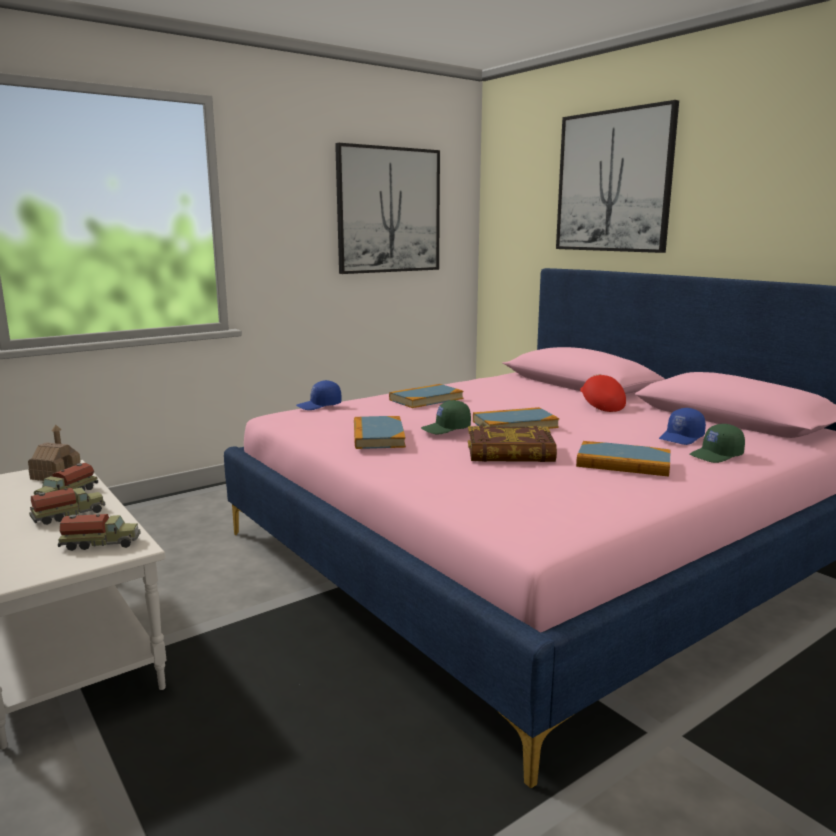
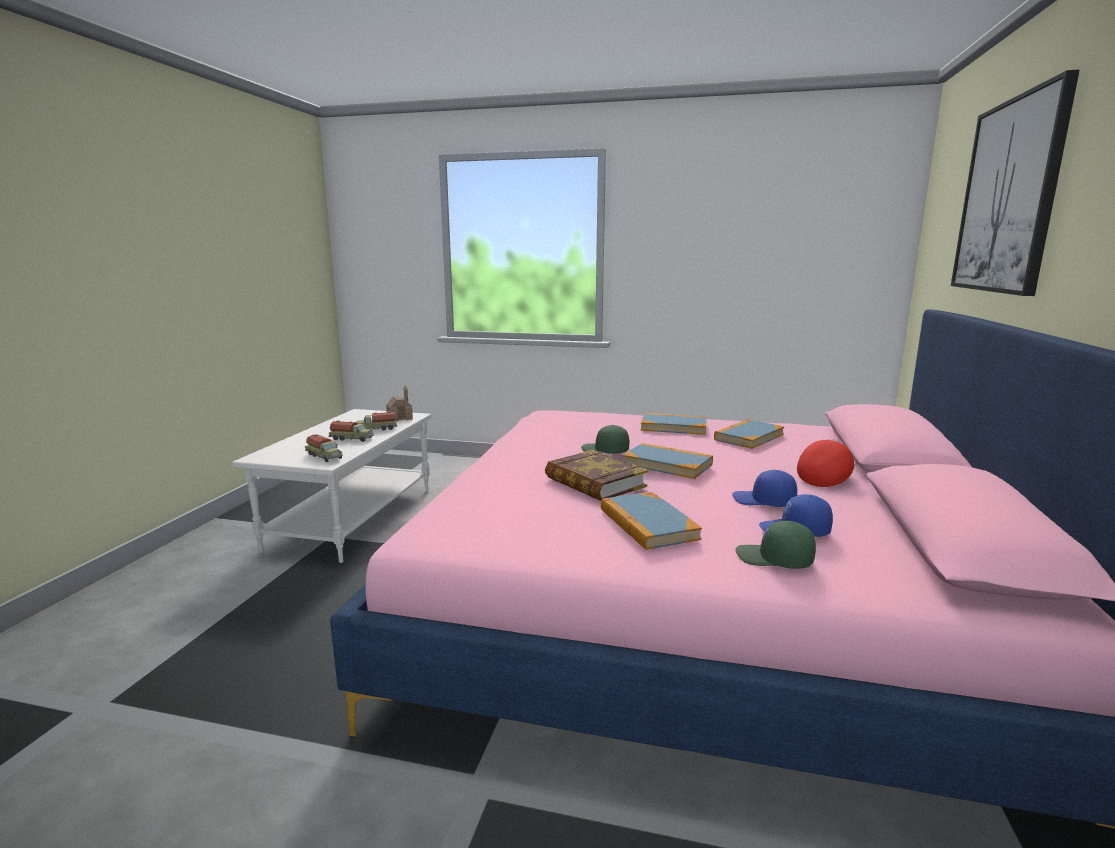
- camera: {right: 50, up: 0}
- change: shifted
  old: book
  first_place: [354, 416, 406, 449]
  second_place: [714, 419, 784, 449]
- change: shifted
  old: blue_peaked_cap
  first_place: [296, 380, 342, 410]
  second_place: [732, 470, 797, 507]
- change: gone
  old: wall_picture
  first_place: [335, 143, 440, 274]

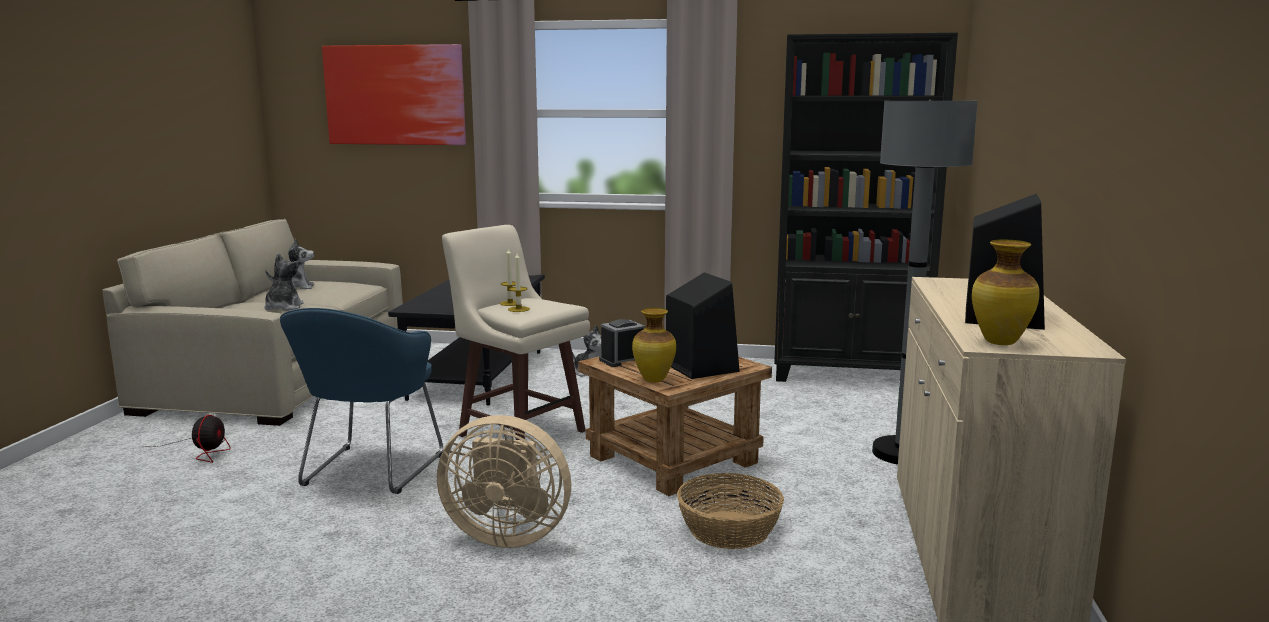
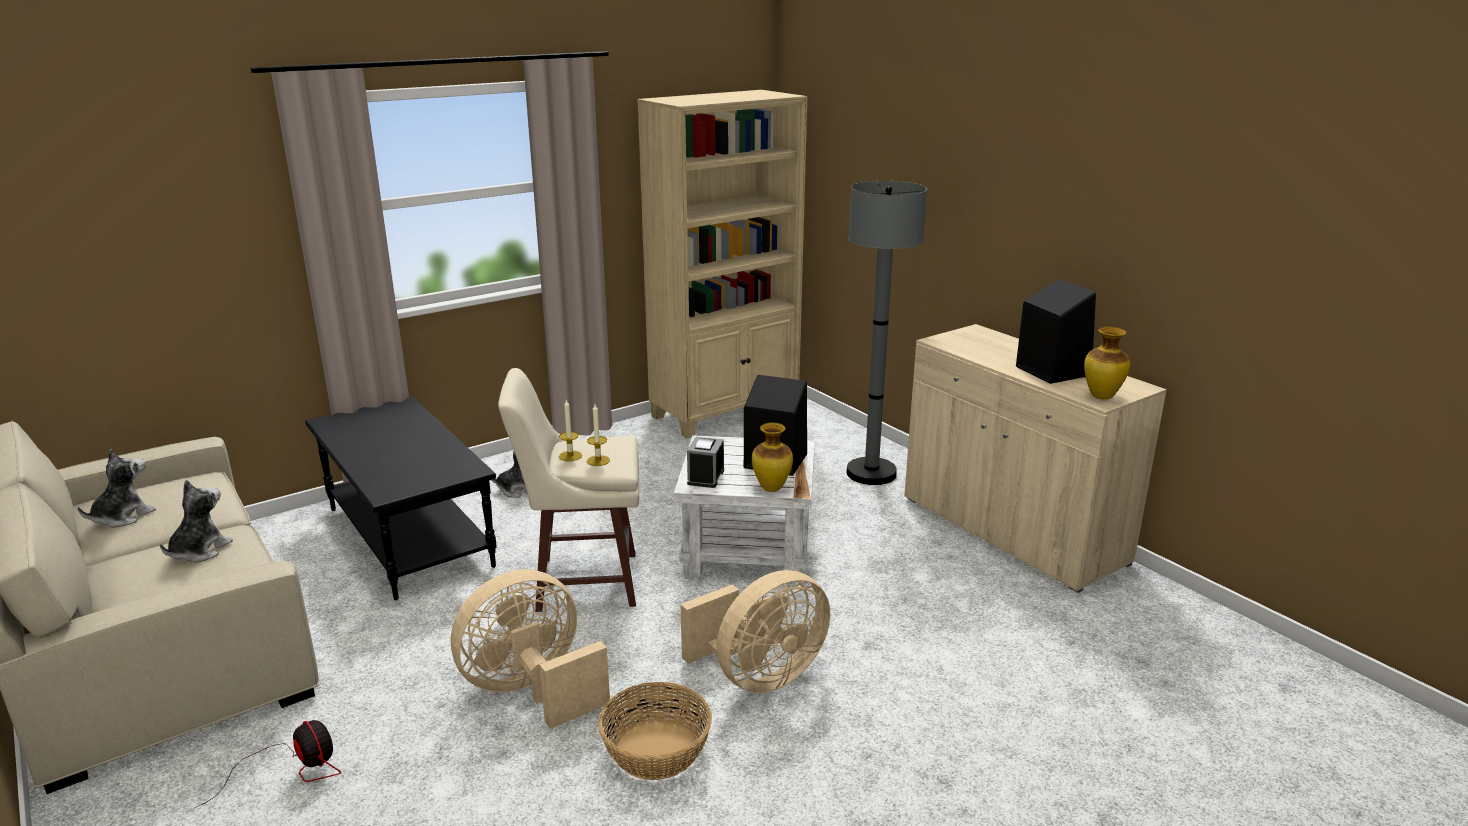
- camera: {right: -45, up: 10}
- change: rotated
  old: plush_toy
  first_place: [265, 253, 304, 311]
  second_place: [160, 480, 233, 563]
  degrees: 60
- change: swapped
  old: blue_easy_chair
  new: sand-coloured_fan
  first_place: [280, 308, 443, 494]
  second_place: [451, 569, 610, 729]
- change: shifted
  old: storage_basket
  first_place: [677, 473, 784, 549]
  second_place: [598, 682, 712, 780]
- change: repainted
  old: black_bookcase
  new: sand-coloured_bookcase
  first_place: [774, 33, 958, 382]
  second_place: [637, 90, 807, 439]
- change: repainted
  old: brown-coloured_end_table
  new: white-coloured_end_table
  first_place: [578, 357, 772, 496]
  second_place: [674, 435, 815, 582]
- change: gone
  old: wall_picture
  first_place: [322, 44, 466, 145]

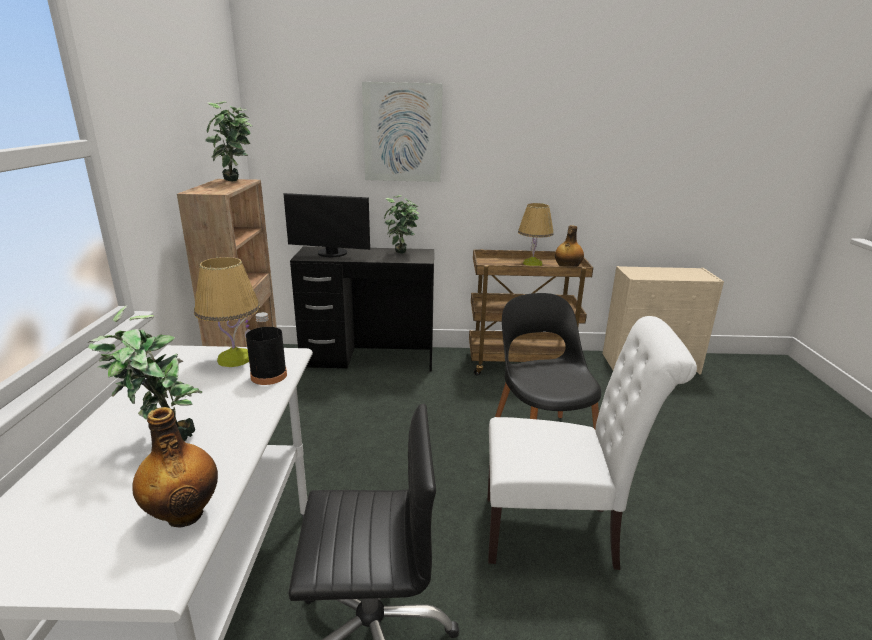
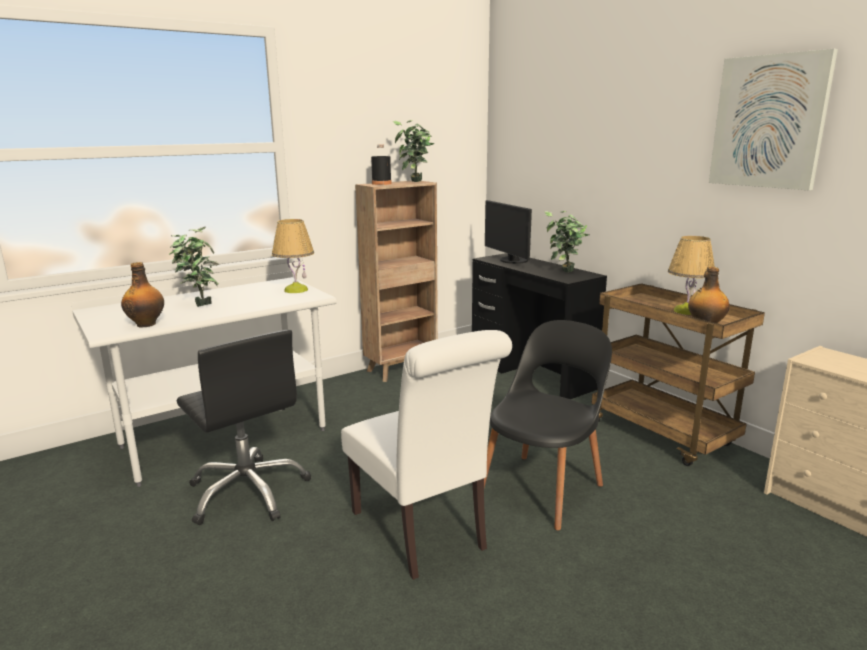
- camera: {right: 55, up: -5}
- change: shifted
  old: black_bottle
  first_place: [246, 312, 287, 385]
  second_place: [371, 144, 392, 185]
- change: shifted
  old: wall_picture
  first_place: [362, 82, 443, 182]
  second_place: [709, 49, 838, 190]

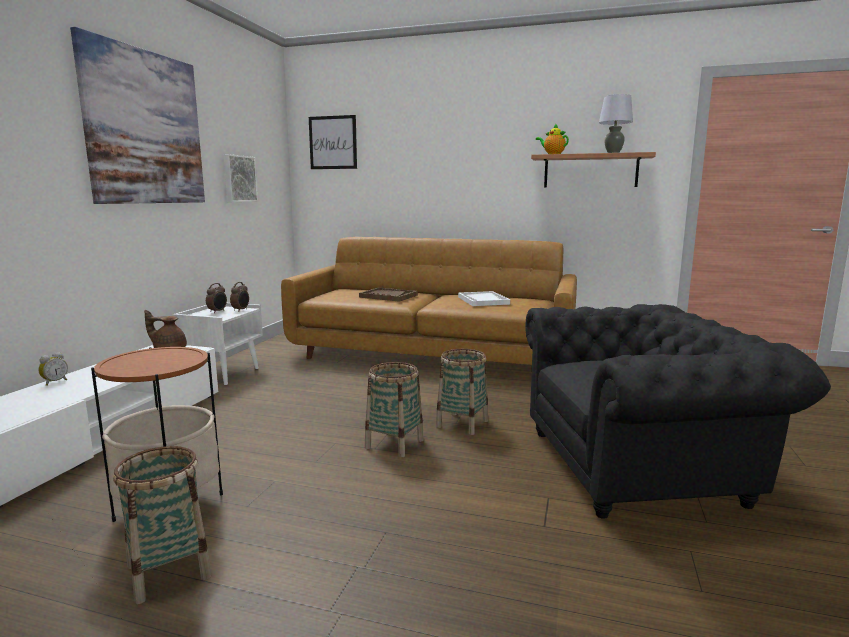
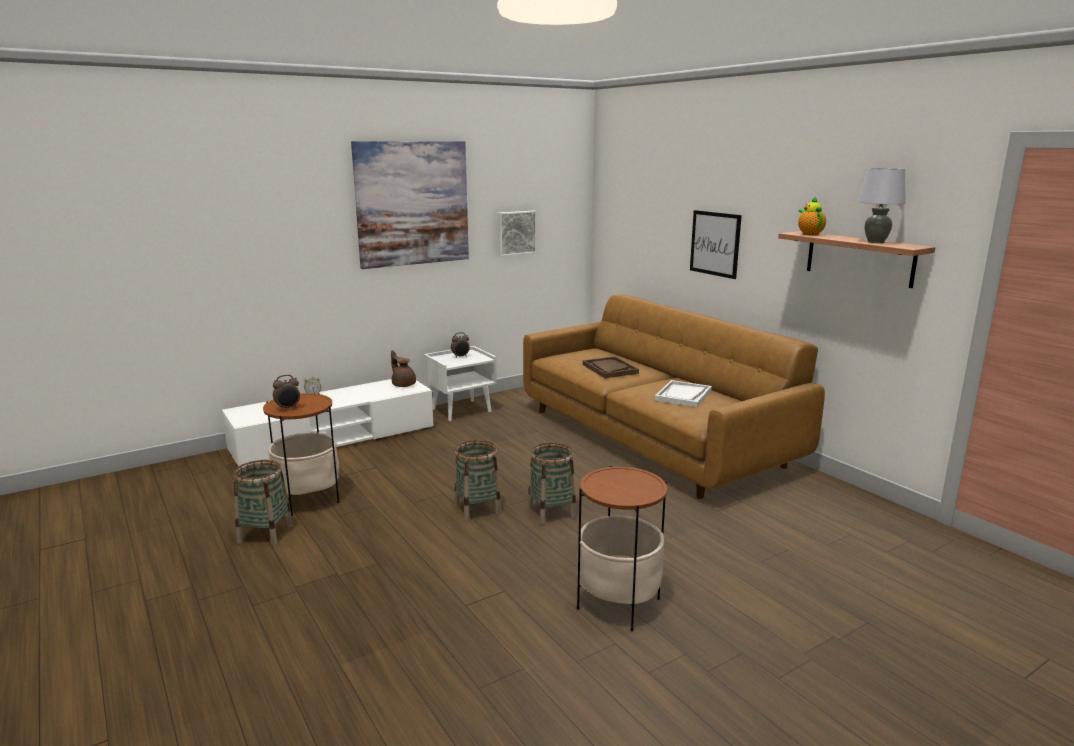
- camera: {right: 40, up: 5}
- change: shifted
  old: bedside_clock
  first_place: [230, 282, 249, 311]
  second_place: [273, 375, 300, 411]
- change: swapped
  old: black_easy_chair
  new: end_table
  first_place: [525, 304, 831, 519]
  second_place: [577, 466, 667, 631]
- change: shifted
  old: wall_picture
  first_place: [309, 115, 357, 169]
  second_place: [690, 210, 742, 279]

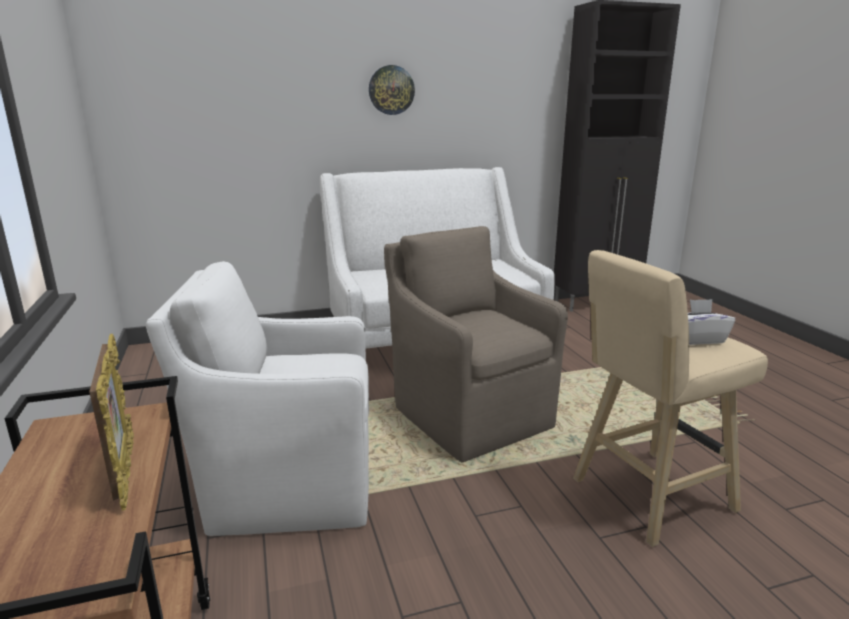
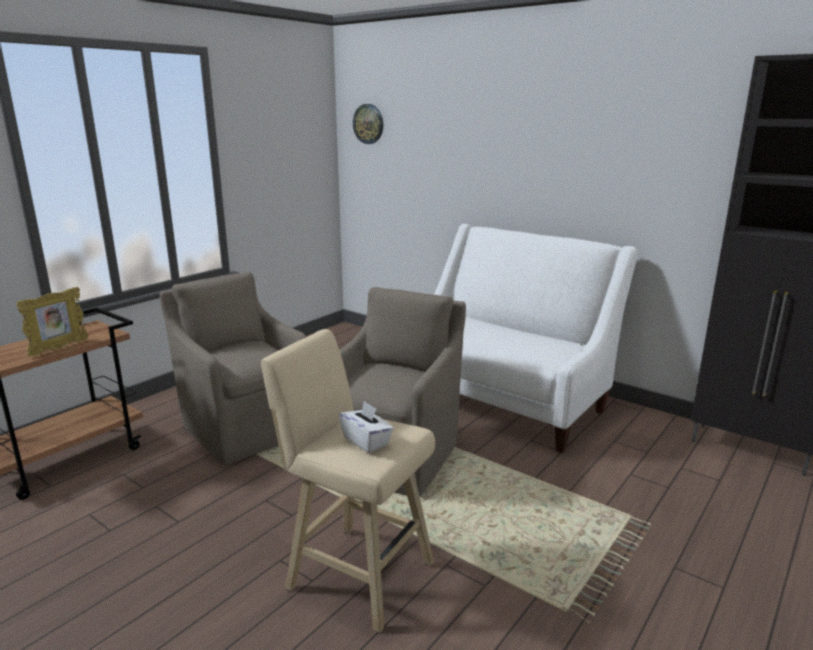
- camera: {right: 55, up: 0}
- change: repainted
  old: white-coloured_easy_chair
  new: brown-coloured_easy_chair
  first_place: [146, 261, 369, 536]
  second_place: [160, 272, 307, 465]
- change: shifted
  old: wall_clock
  first_place: [369, 65, 415, 115]
  second_place: [353, 104, 383, 144]

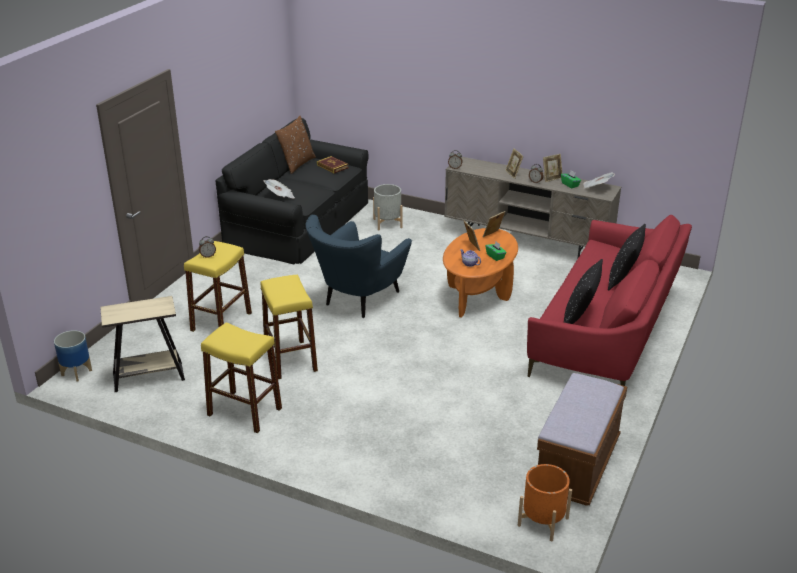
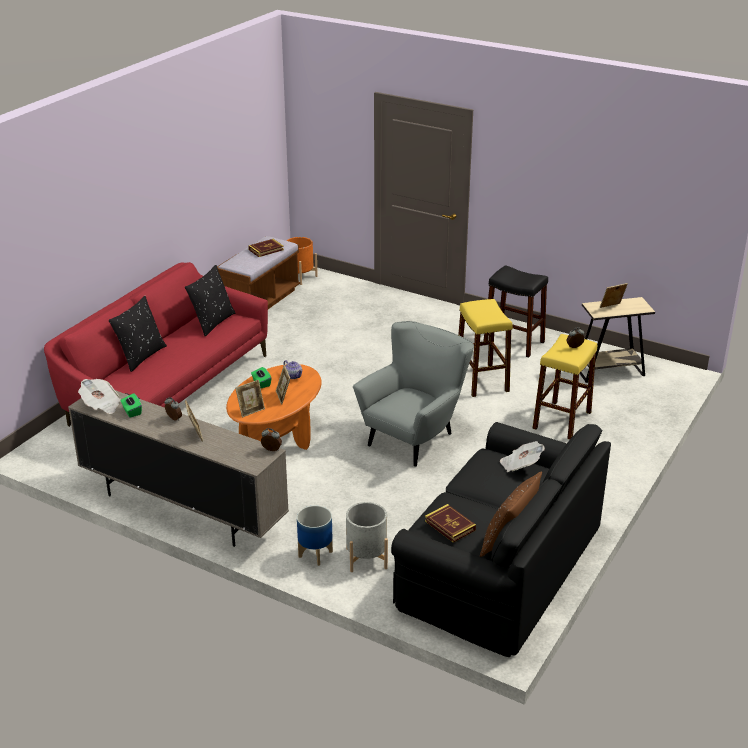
- camera: {right: -175, up: 0}
- change: new
  new: book
  second_place: [248, 239, 284, 257]
- change: shifted
  old: plant_pot
  first_place: [54, 330, 92, 382]
  second_place: [297, 506, 333, 566]
- change: repainted
  old: blue_easy_chair
  new: gray_easy_chair
  first_place: [306, 215, 412, 318]
  second_place: [353, 321, 474, 467]
- change: repainted
  old: yellow-coloured_sitting_stool
  new: black_sitting_stool
  first_place: [201, 322, 282, 433]
  second_place: [483, 265, 548, 357]
- change: shifted
  old: photo_frame
  first_place: [543, 154, 563, 182]
  second_place: [600, 283, 628, 308]

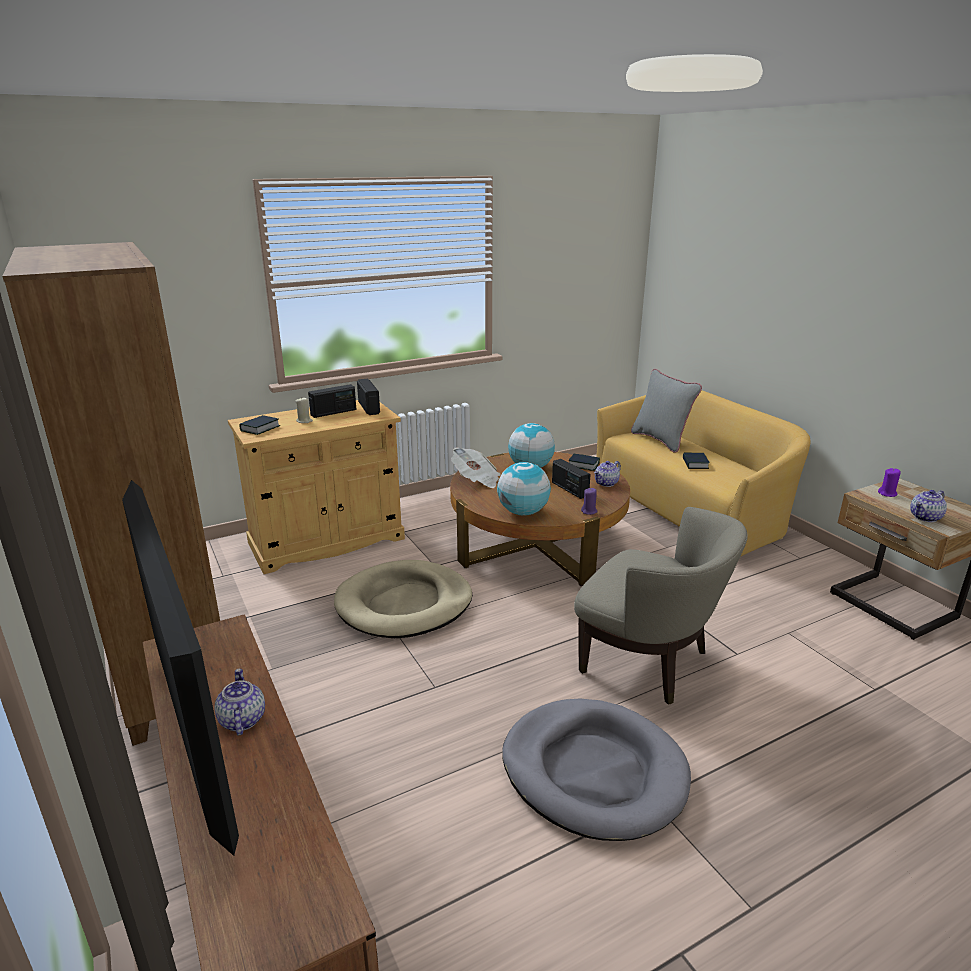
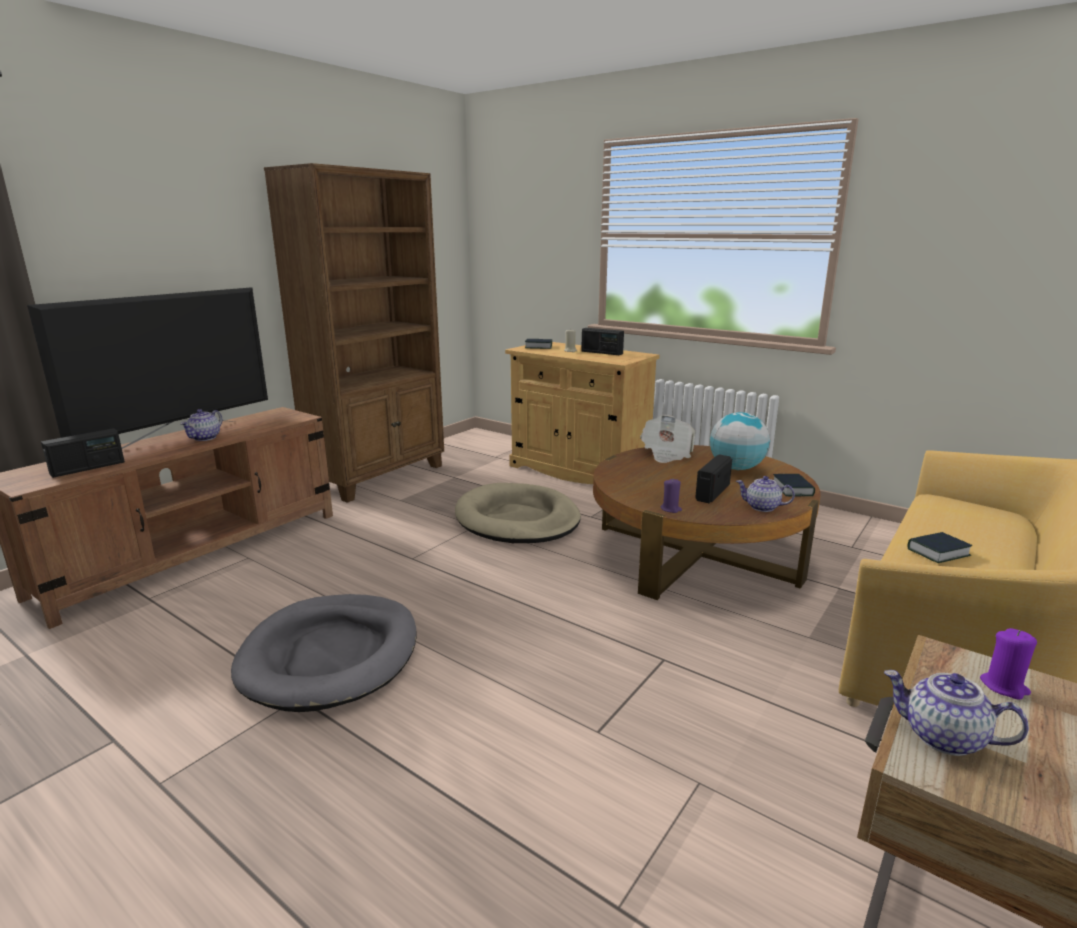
- camera: {right: 65, up: -5}
- change: shifted
  old: radio_receiver
  first_place: [357, 379, 380, 415]
  second_place: [41, 428, 125, 478]
- change: rotated
  old: tea_pot
  first_place: [215, 668, 265, 736]
  second_place: [180, 409, 222, 441]
  degrees: 150
- change: gone
  old: desk_globe
  first_place: [497, 462, 551, 516]
- change: gone
  old: sand-coloured_easy_chair
  first_place: [574, 507, 748, 705]
- change: gone
  old: gray_throw_pillow
  first_place: [631, 369, 702, 453]

